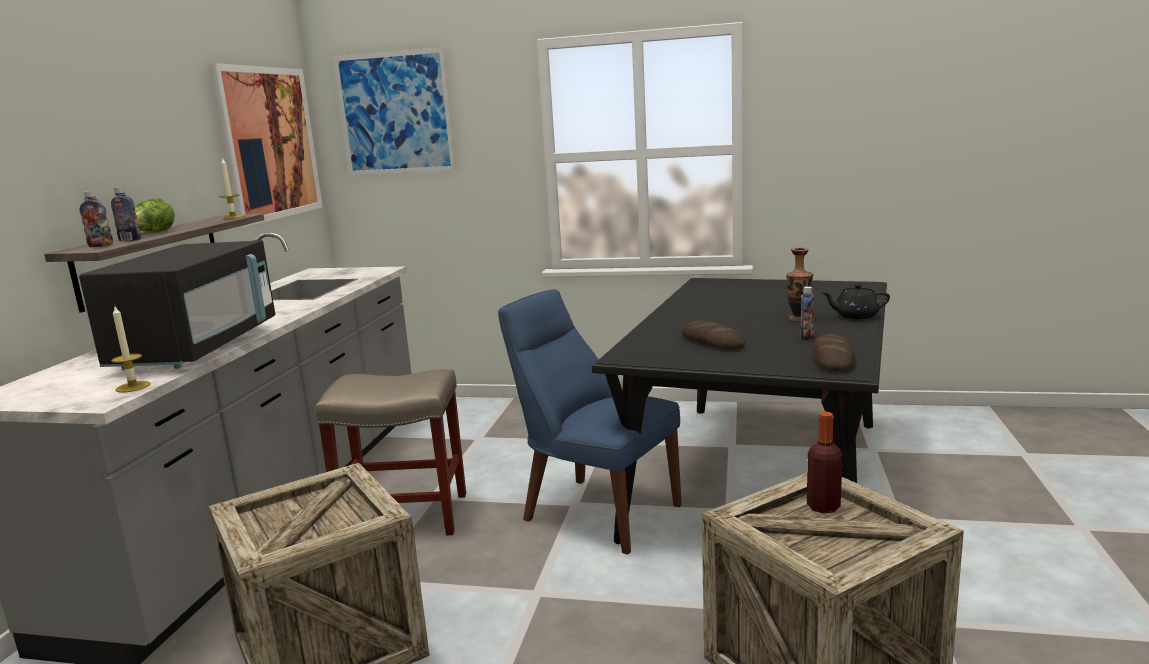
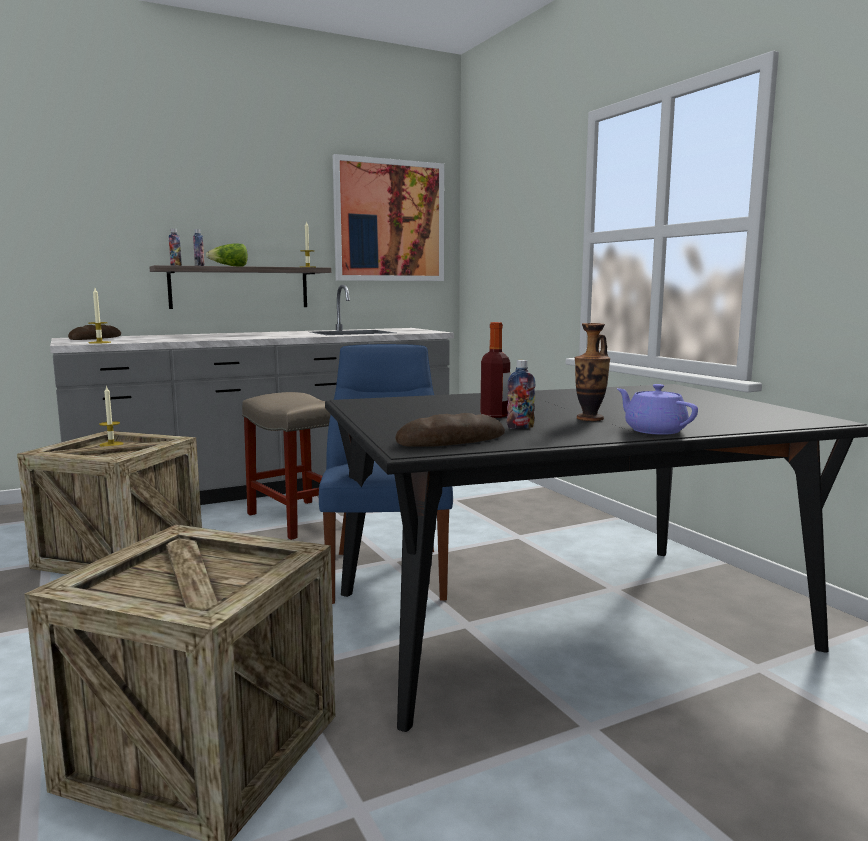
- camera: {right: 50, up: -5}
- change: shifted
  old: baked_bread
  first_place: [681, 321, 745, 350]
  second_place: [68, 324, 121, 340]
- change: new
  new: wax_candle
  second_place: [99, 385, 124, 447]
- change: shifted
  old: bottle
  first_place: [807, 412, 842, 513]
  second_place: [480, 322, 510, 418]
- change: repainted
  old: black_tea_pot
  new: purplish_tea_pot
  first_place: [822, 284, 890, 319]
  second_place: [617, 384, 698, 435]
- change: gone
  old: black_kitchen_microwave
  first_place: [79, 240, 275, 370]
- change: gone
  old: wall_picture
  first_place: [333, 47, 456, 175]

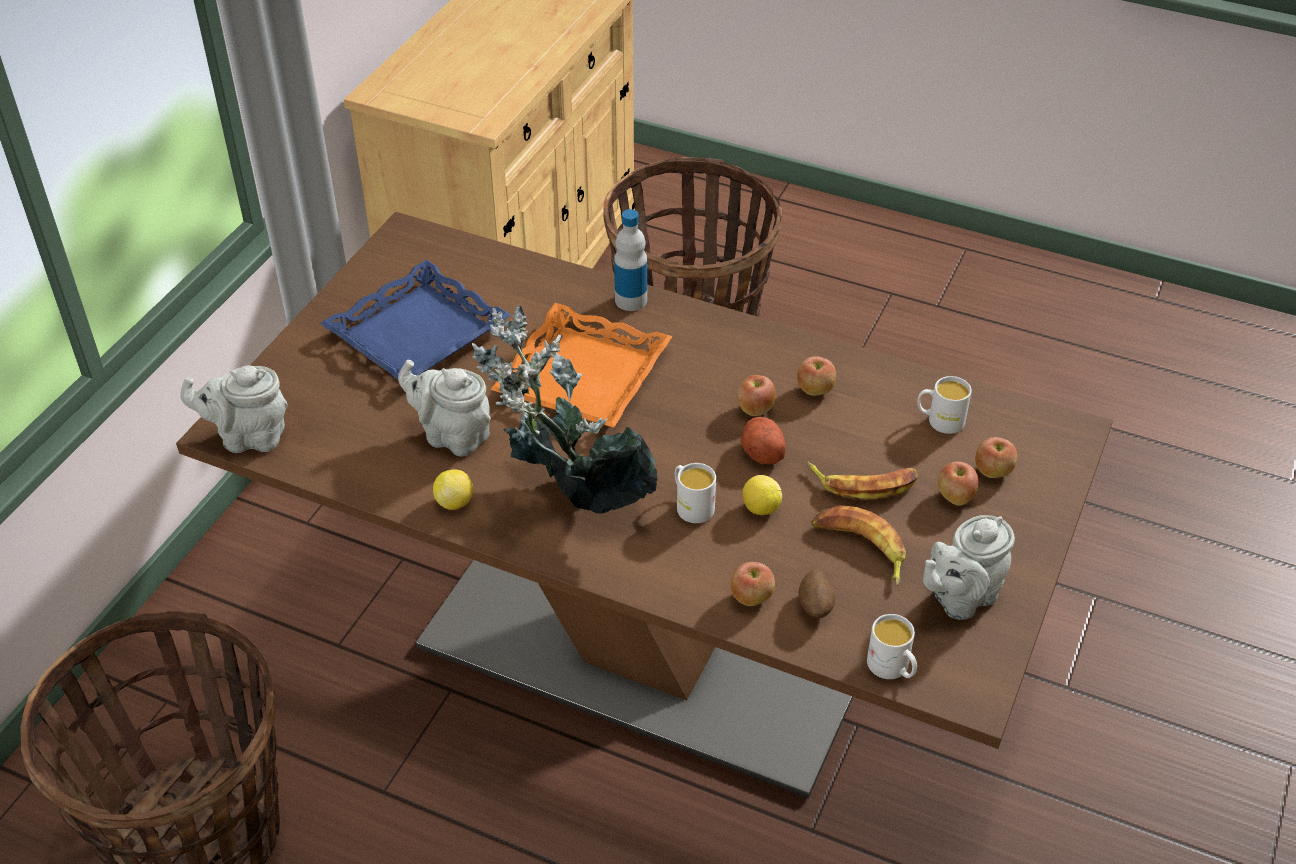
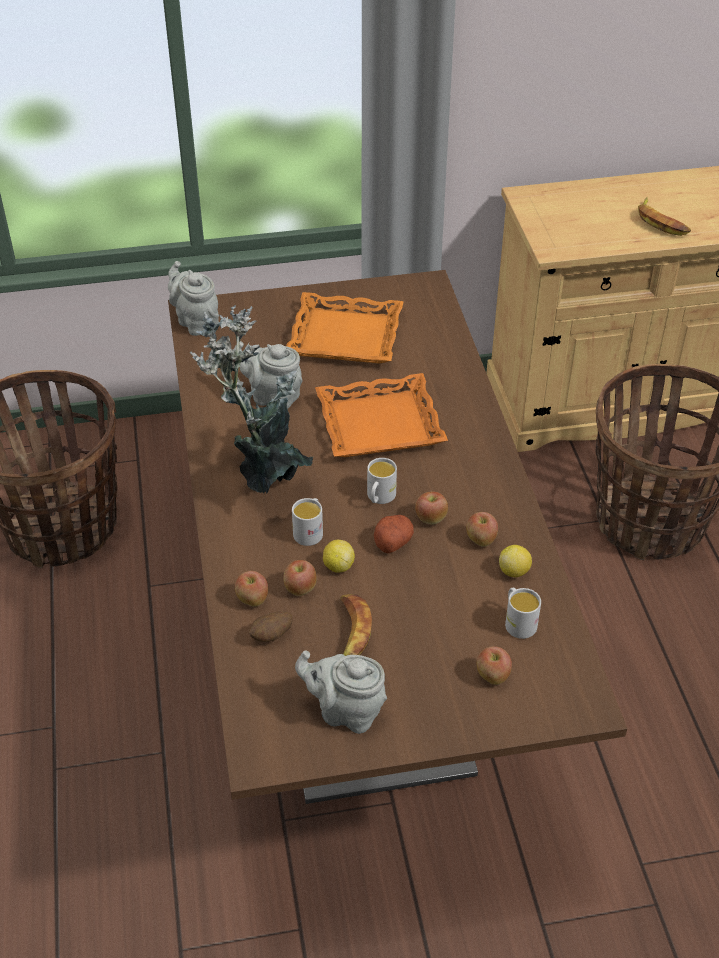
- camera: {right: 55, up: 0}
- change: rotated
  old: gray_tea_pot
  first_place: [398, 360, 491, 457]
  second_place: [234, 341, 303, 409]
  degrees: -60
- change: shifted
  old: apple_fruit
  first_place: [938, 462, 979, 505]
  second_place: [283, 560, 316, 596]
- change: repainted
  old: blue_serving_tray
  new: orange_serving_tray
  first_place: [320, 260, 511, 380]
  second_place: [286, 292, 404, 364]
- change: shifted
  old: white-coloured_coffee_mug
  first_place: [867, 614, 917, 679]
  second_place: [367, 458, 397, 504]
- change: shifted
  old: citrus_fruit
  first_place: [433, 469, 473, 510]
  second_place: [499, 545, 532, 577]
- change: shifted
  old: banana_fruit
  first_place: [806, 461, 918, 500]
  second_place: [638, 197, 691, 236]
- change: gone
  old: bottle
  first_place: [614, 209, 647, 311]

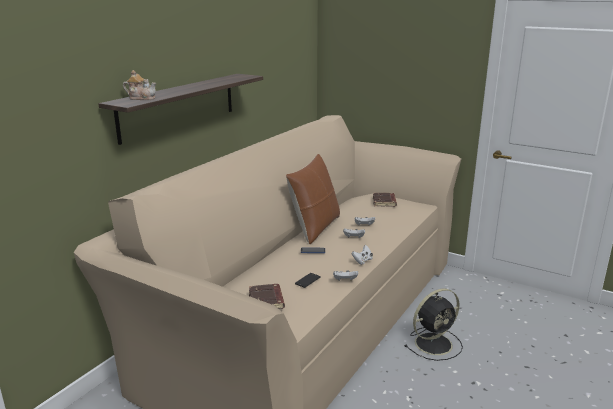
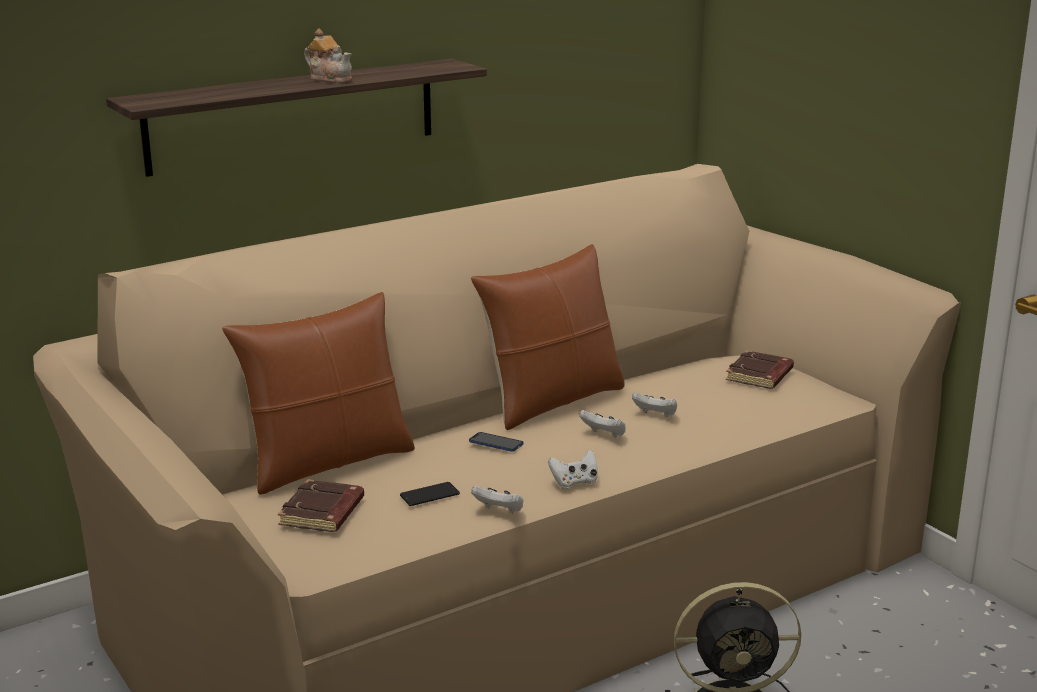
- camera: {right: 25, up: 0}
- change: new
  new: brown-coloured_throw_pillow
  second_place: [222, 292, 415, 495]
- change: shifted
  old: tea_pot
  first_place: [123, 70, 156, 100]
  second_place: [304, 28, 352, 83]

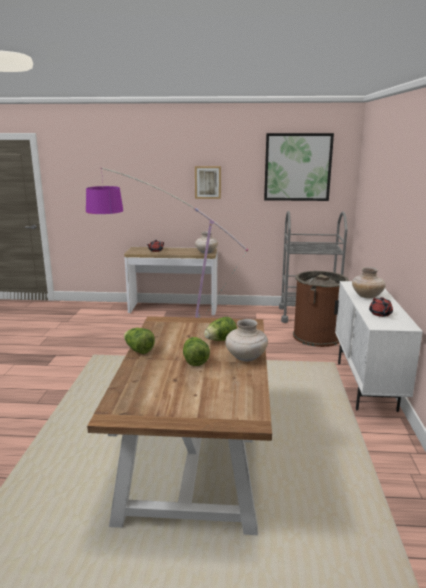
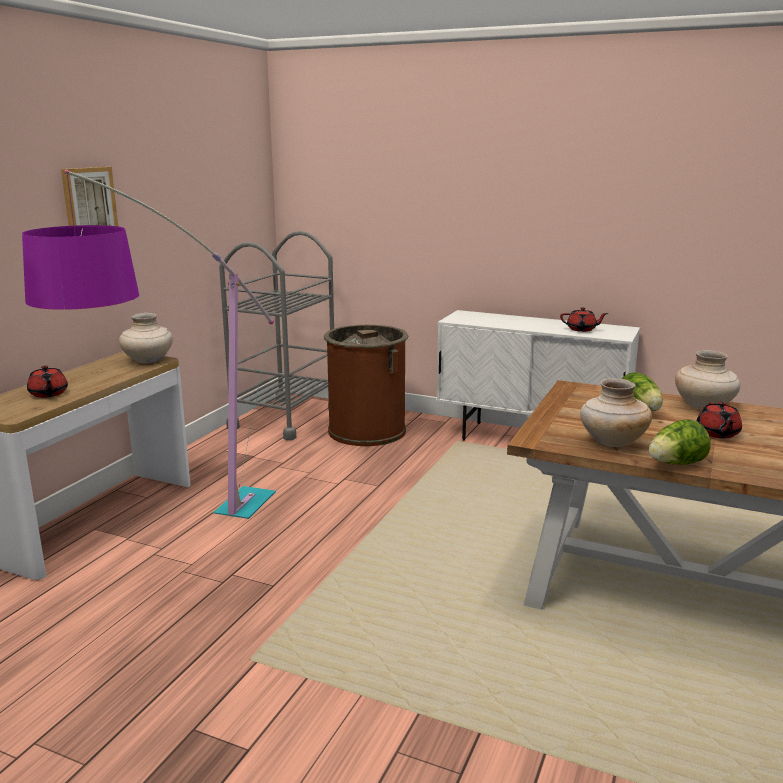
- camera: {right: -70, up: 0}
- change: shifted
  old: sand-coloured_vase
  first_place: [352, 267, 385, 298]
  second_place: [580, 378, 652, 447]
- change: swapped
  old: lettuce
  new: red_tea_pot
  first_place: [183, 337, 210, 366]
  second_place: [696, 401, 742, 438]
- change: gone
  old: wall_picture
  first_place: [264, 133, 334, 201]

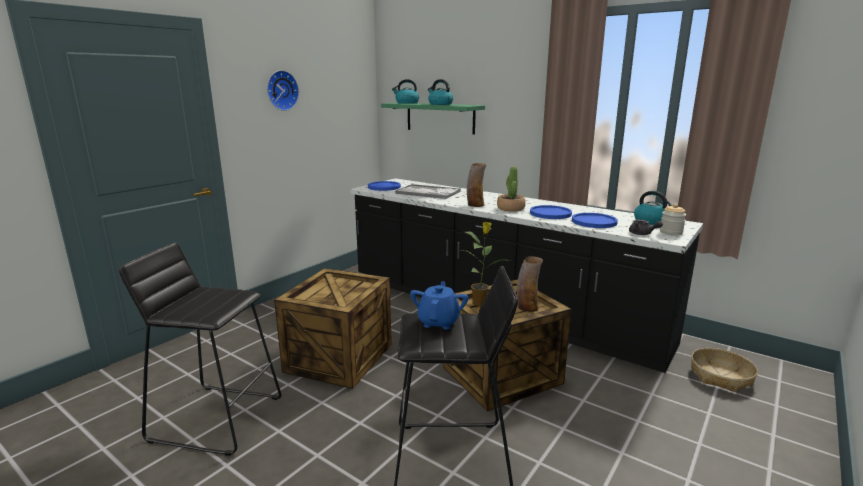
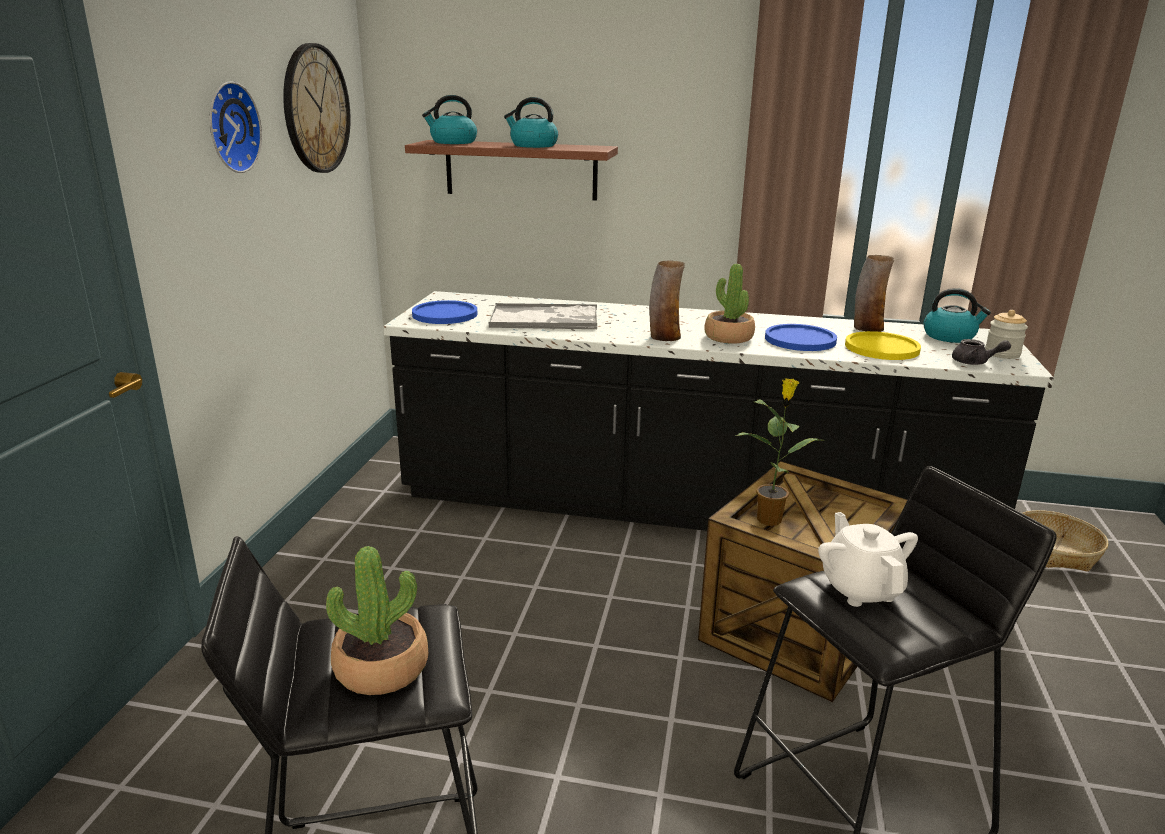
- camera: {right: -25, up: 5}
- change: new
  new: wall_clock
  second_place: [283, 43, 351, 173]
- change: new
  new: potted_plant
  second_place: [326, 546, 428, 695]
- change: repainted
  old: green_shelf
  new: brown-coloured_shelf
  first_place: [381, 103, 485, 135]
  second_place: [405, 140, 618, 201]
- change: repainted
  old: blue_tea_pot
  new: white-coloured_tea_pot
  first_place: [410, 281, 468, 330]
  second_place: [818, 512, 918, 607]
- change: repainted
  old: blue_dinner_plate
  new: yellow-coloured_dinner_plate
  first_place: [572, 213, 618, 228]
  second_place: [845, 331, 921, 360]
- change: shifted
  old: vase
  first_place: [517, 256, 543, 312]
  second_place: [854, 255, 894, 332]
- change: gone
  old: crate
  first_place: [274, 268, 392, 389]

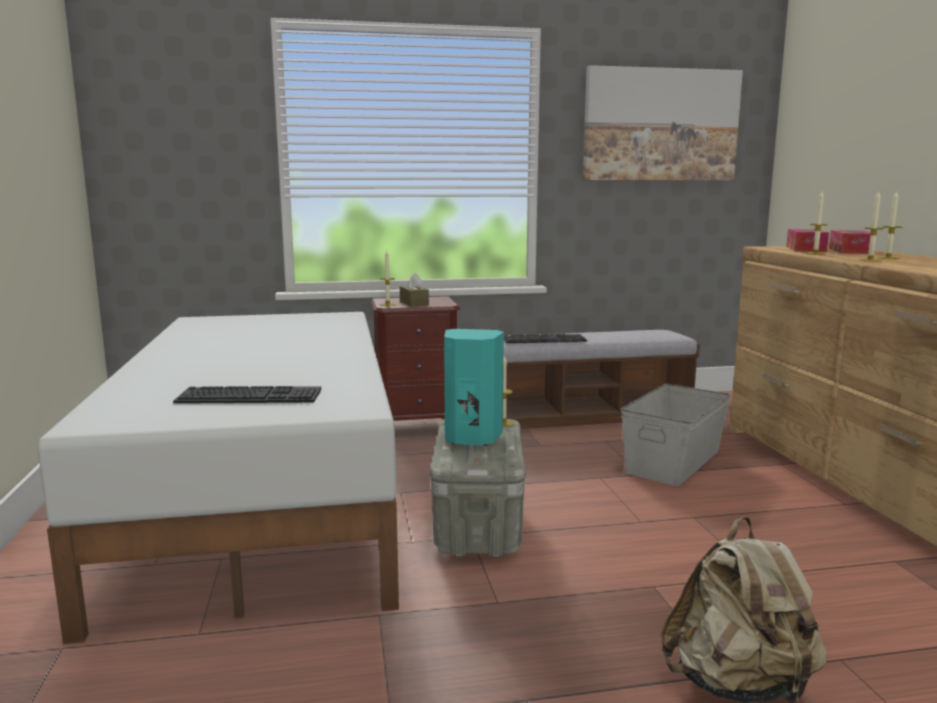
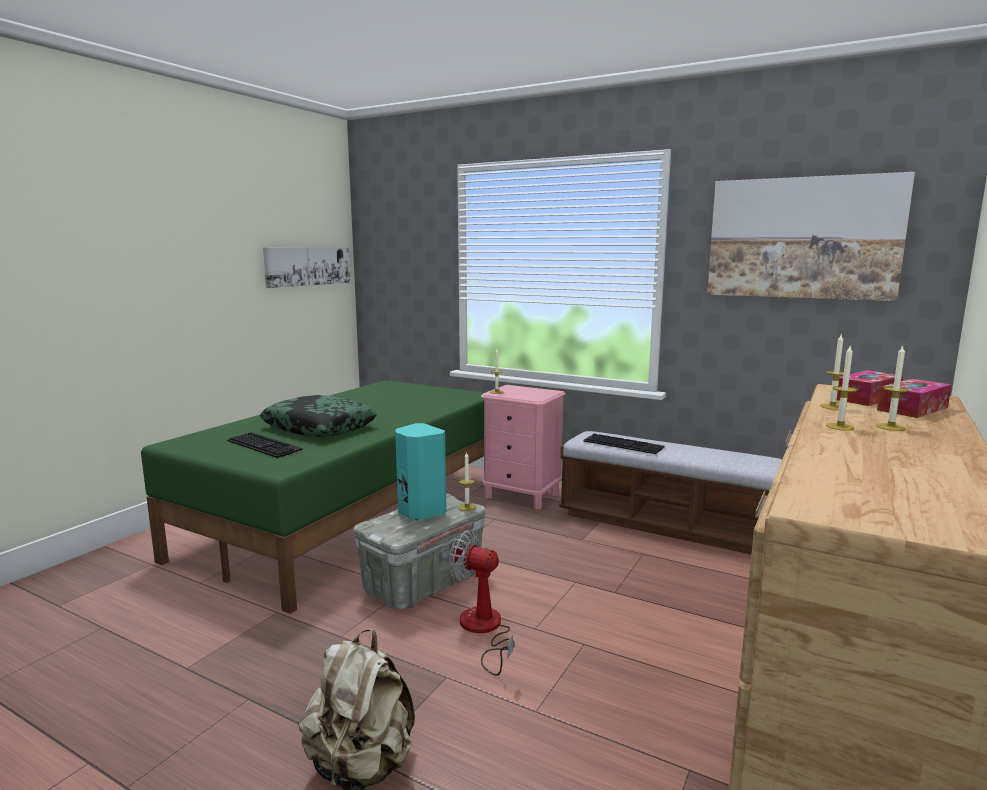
- camera: {right: 40, up: 0}
- change: repainted
  old: white-coloured_bed
  new: green_bed
  first_place: [38, 312, 399, 644]
  second_place: [141, 380, 484, 614]
- change: new
  new: throw_pillow
  second_place: [260, 395, 377, 437]
- change: new
  new: wall_picture
  second_place: [263, 248, 350, 288]
- change: new
  new: fan
  second_place: [449, 530, 515, 676]
- change: repainted
  old: brown-coloured_nightstand
  new: pinkish_nightstand
  first_place: [371, 296, 461, 421]
  second_place: [481, 385, 566, 509]
- change: gone
  old: brown-coloured_tissue_box
  first_place: [400, 273, 429, 307]
- change: gone
  old: gray_storage_box
  first_place: [621, 384, 731, 486]

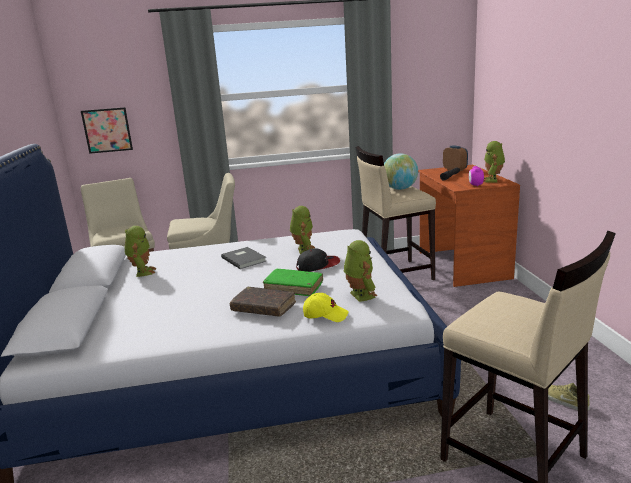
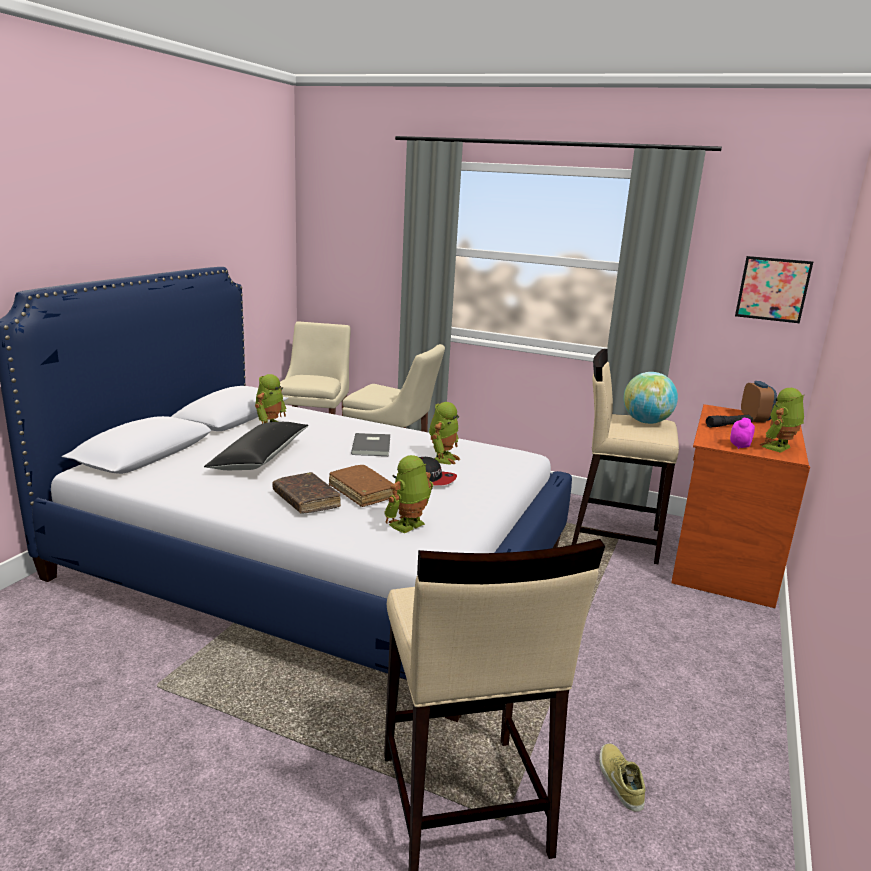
- camera: {right: 30, up: 0}
- change: new
  new: black_throw_pillow
  second_place: [204, 422, 309, 470]
- change: repainted
  old: green_book
  new: brown-coloured_book
  first_place: [263, 269, 323, 296]
  second_place: [329, 465, 393, 507]
- change: rotated
  old: toy_robot
  first_place: [344, 240, 377, 302]
  second_place: [384, 455, 434, 533]
  degrees: -150
- change: shifted
  old: wall_picture
  first_place: [81, 107, 133, 154]
  second_place: [735, 256, 813, 323]
- change: gone
  old: yellow-coloured_peaked_cap
  first_place: [303, 293, 349, 322]

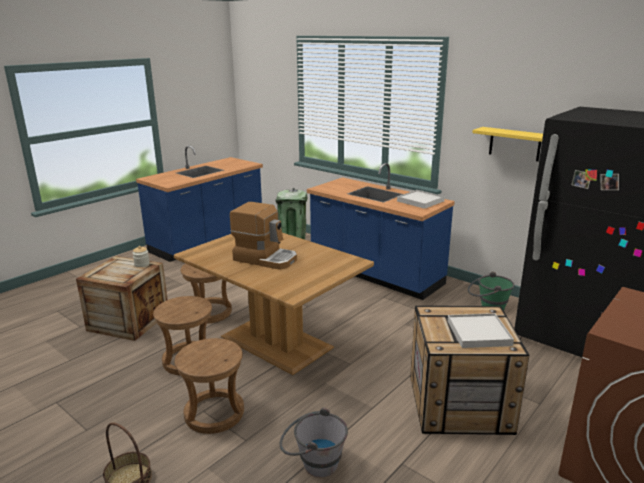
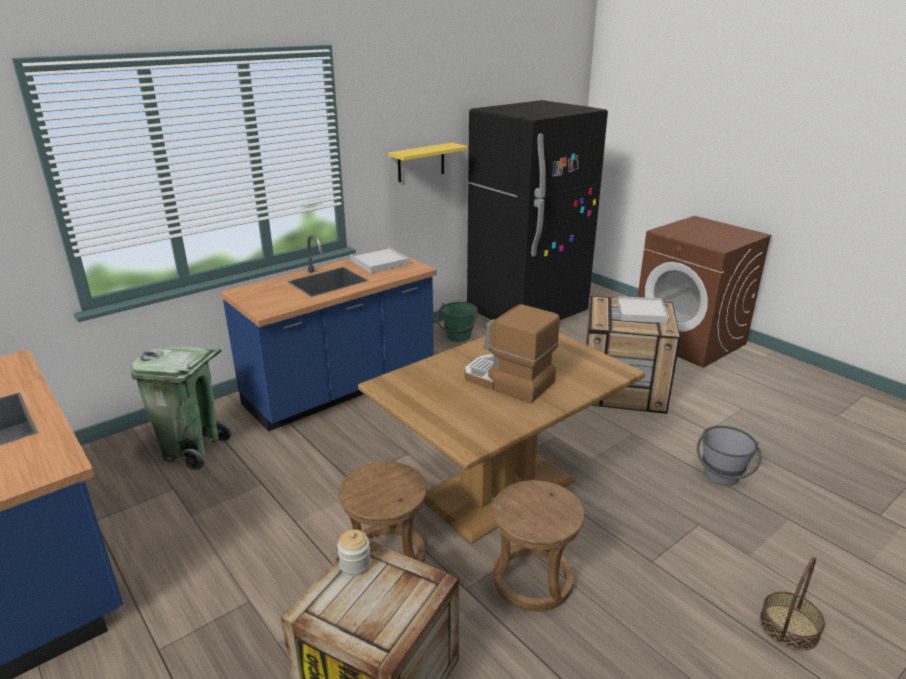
- camera: {right: -80, up: 5}
- change: rotated
  old: coffee_machine
  first_place: [230, 202, 297, 270]
  second_place: [465, 304, 560, 403]
  degrees: -90
- change: gone
  old: brown-coloured_sitting_stool
  first_place: [174, 338, 244, 434]

